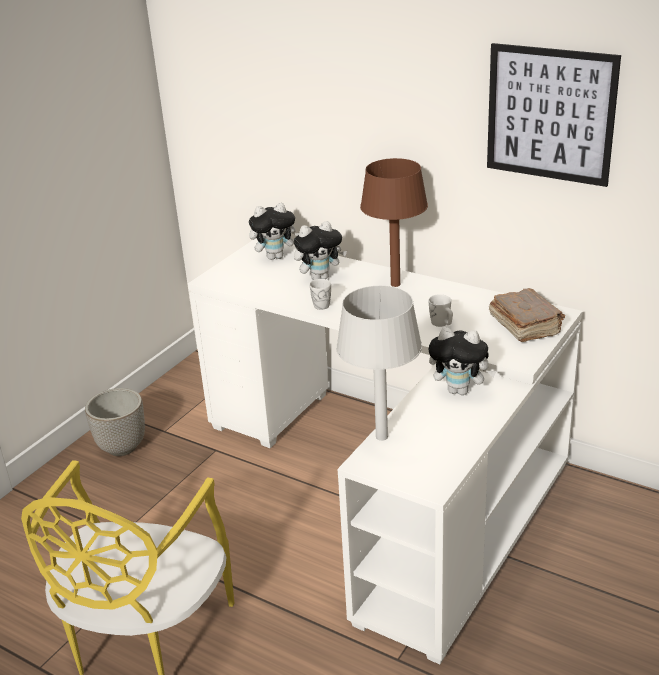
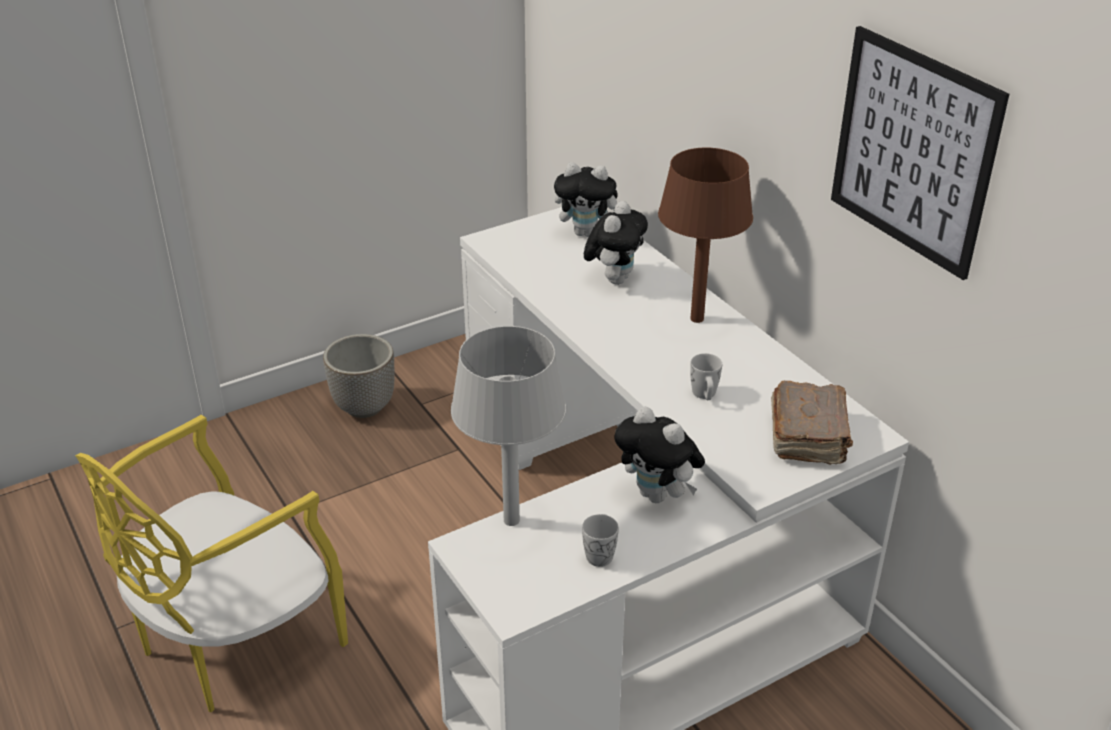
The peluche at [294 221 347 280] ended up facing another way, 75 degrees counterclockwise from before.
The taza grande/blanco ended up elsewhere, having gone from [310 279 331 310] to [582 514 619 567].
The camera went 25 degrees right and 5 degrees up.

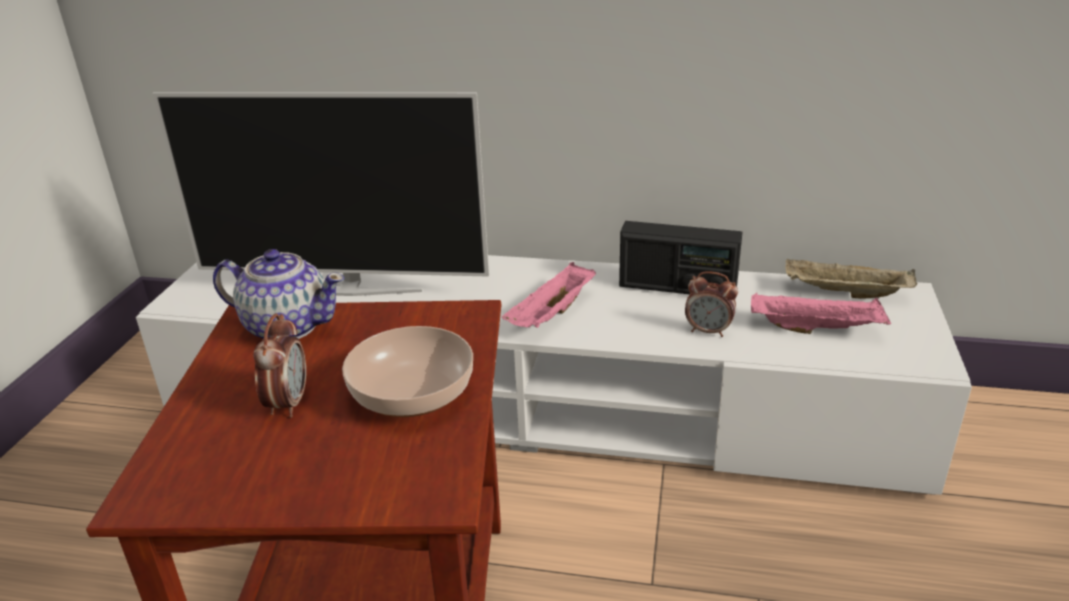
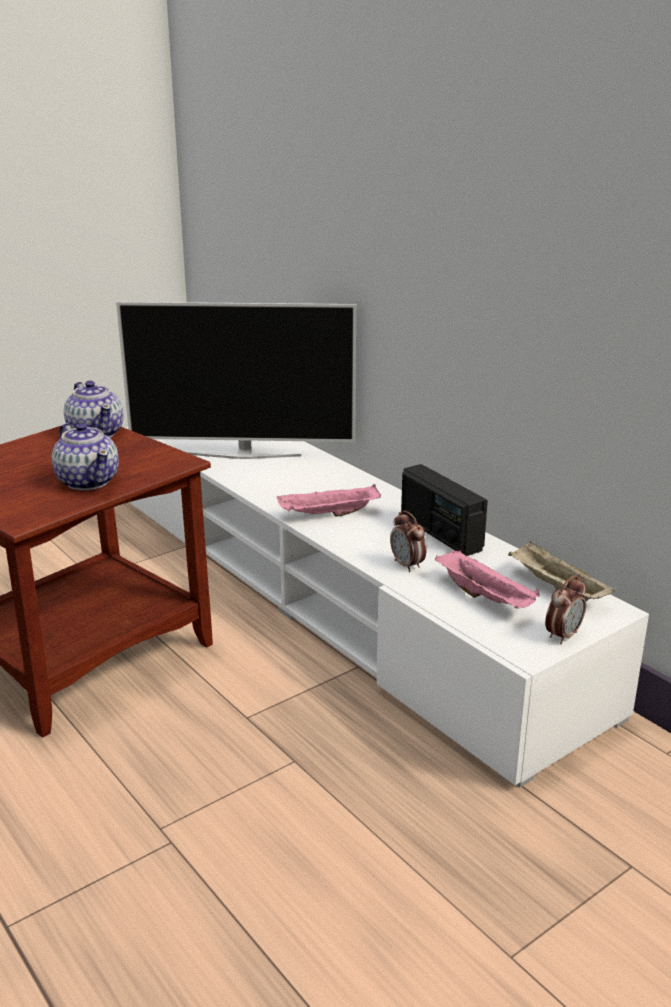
The televisor at [152 92 489 296] ended up facing another way, 45 degrees counterclockwise from before.
The despertador ended up elsewhere, having gone from [253 314 306 418] to [545 575 586 644].
Where the cuenco stood at [342 326 473 417], the tetera came to stand at [52 423 119 490].
The camera went 40 degrees right and 5 degrees down.

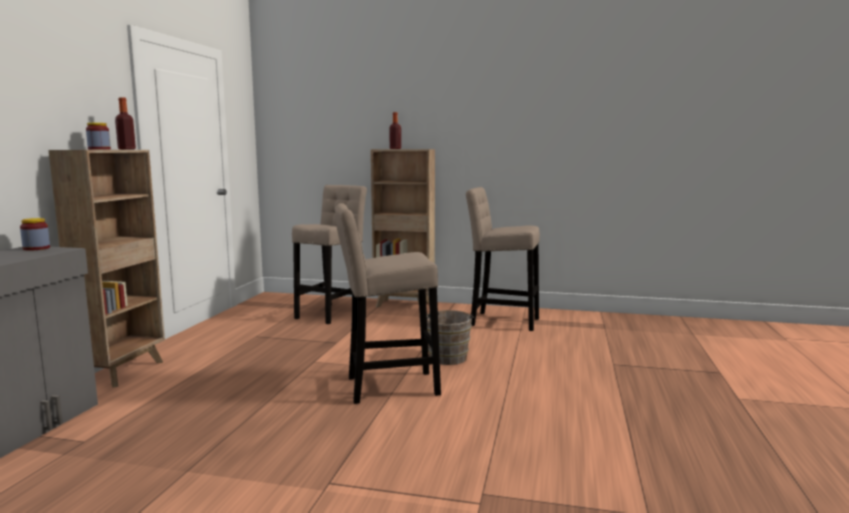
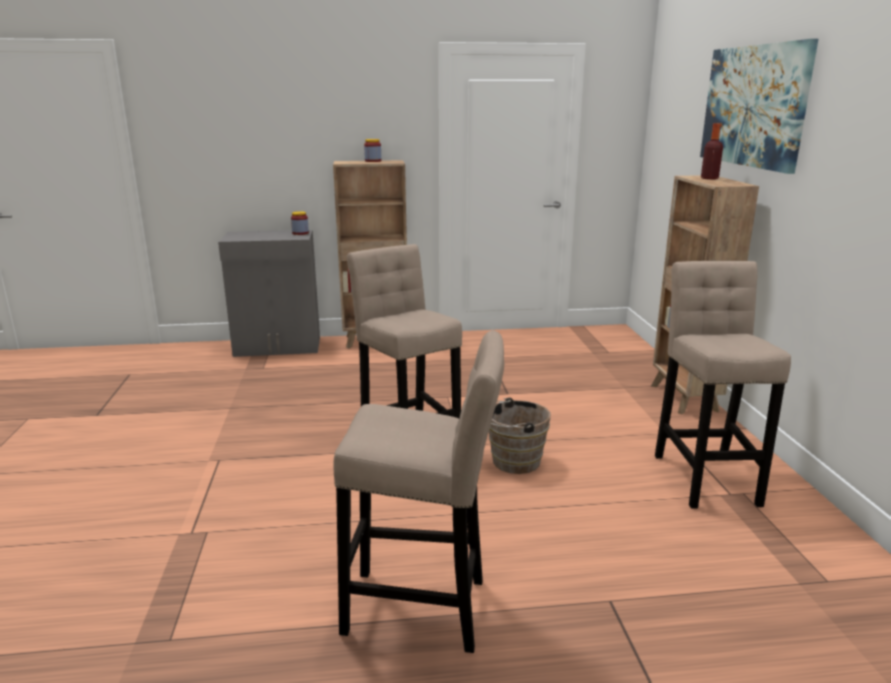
The second view lost the botella at [115 97 136 149].
The taburete/beis ended up elsewhere, having gone from [292 185 367 324] to [333 330 504 653].
The second view gained the cuadro at [700 39 818 174].
The camera went 70 degrees right and 10 degrees up.

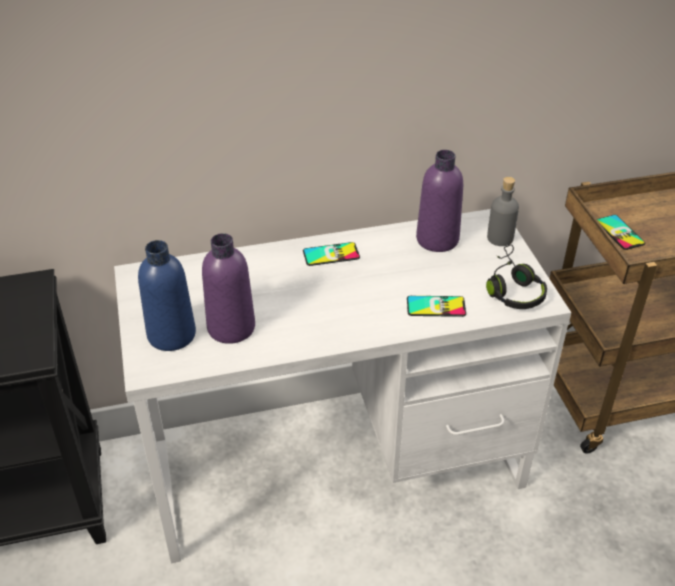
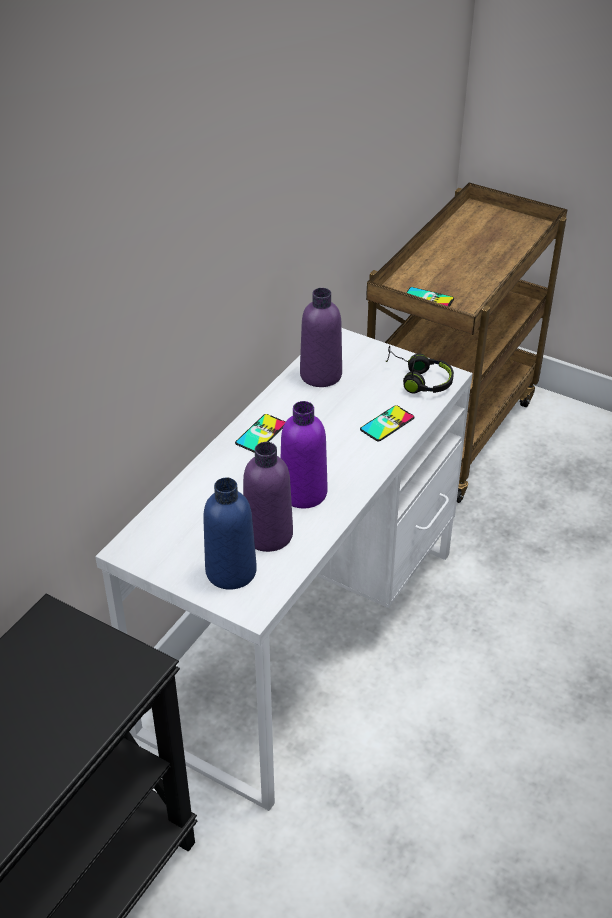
The second view lost the botella/gris at [487 177 519 246].
The second view gained the botella/morado at [281 401 328 508].
The camera went 45 degrees left and 0 degrees up.

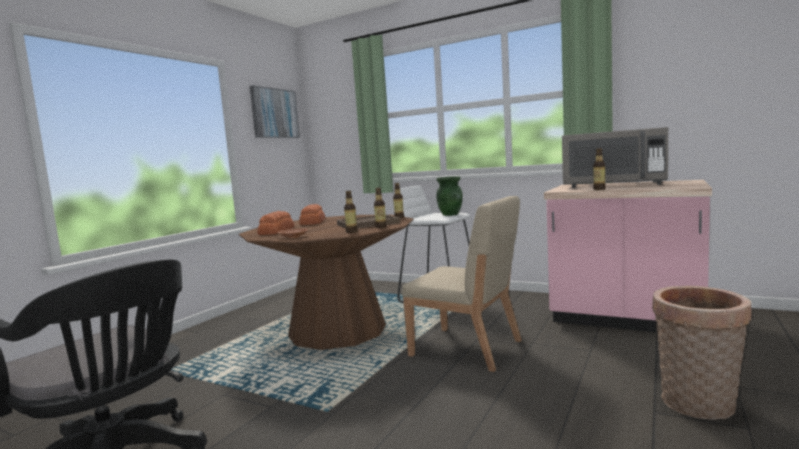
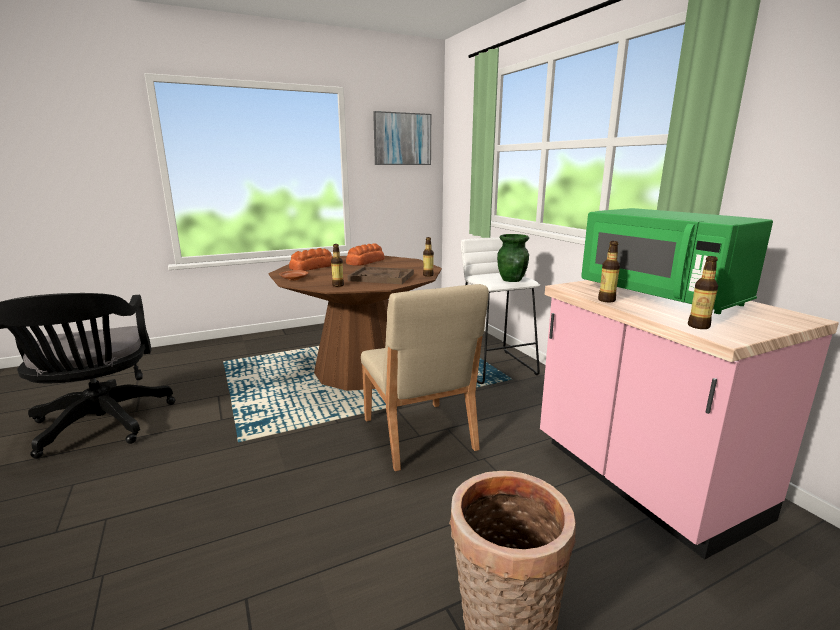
The botella ended up elsewhere, having gone from [374 187 387 228] to [688 256 718 329].
What was the microondas/gris at [562 127 668 188] turned into the microondas/verde at [581 208 773 314].
The camera went 35 degrees right and 10 degrees up.

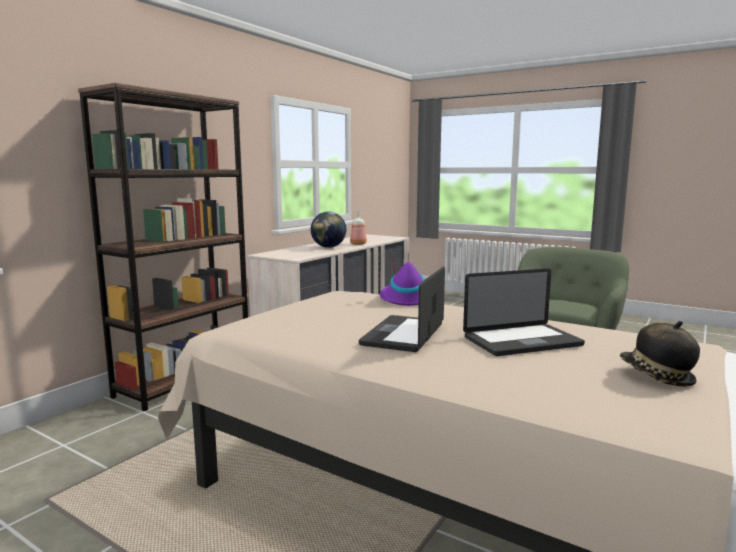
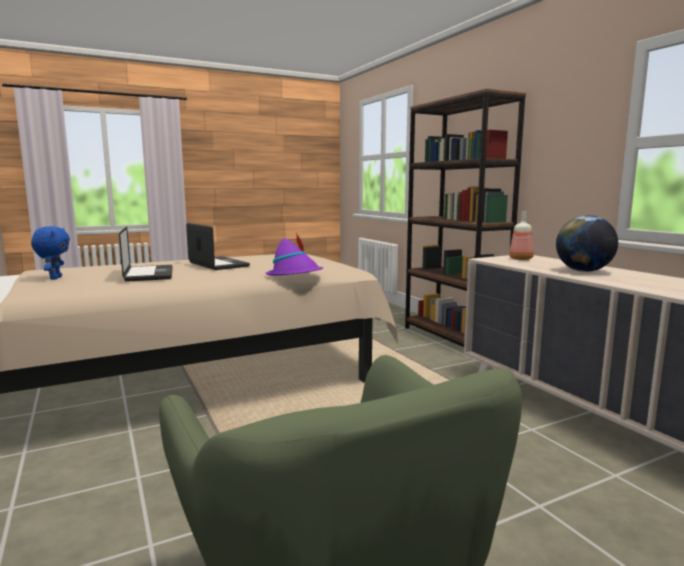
The botella ended up elsewhere, having gone from [350 210 367 245] to [509 211 534 260].
The portátil at [463 269 585 356] ended up facing another way, 150 degrees clockwise from before.
Where the sombrero stood at [620 321 700 387], the peluche/azul came to stand at [31 226 70 280].
The camera went 120 degrees right and 0 degrees up.

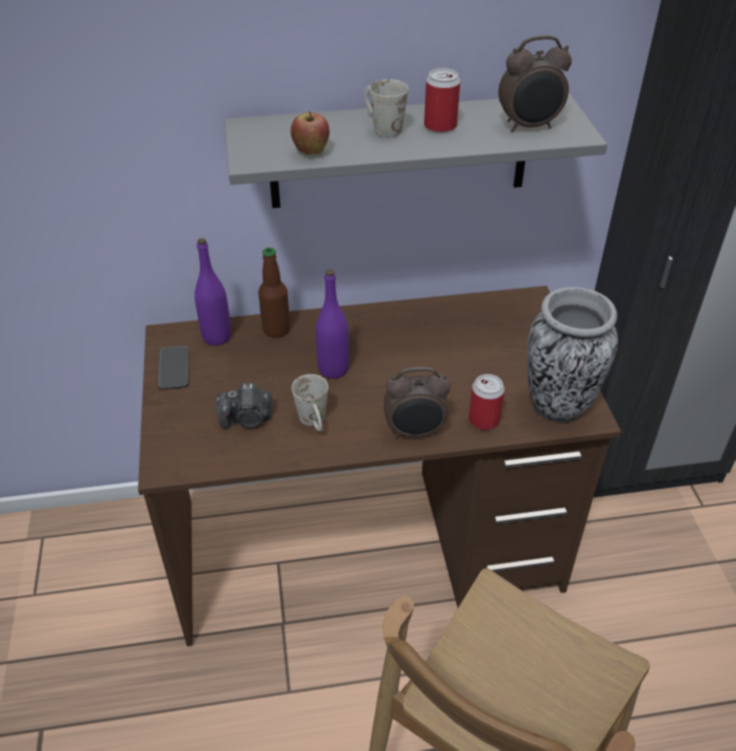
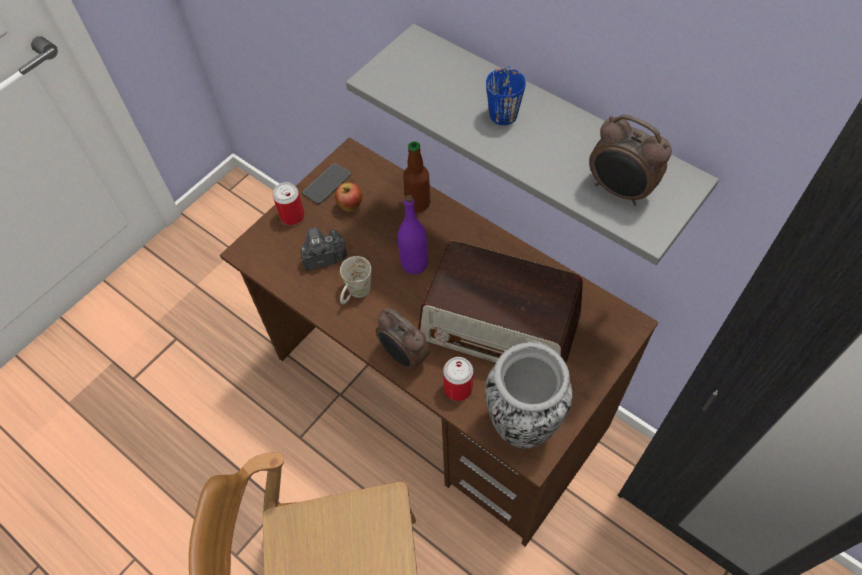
The second view lost the botella/morado at [195 238 231 346].
The cámara at [216 383 273 429] ended up facing another way, 120 degrees clockwise from before.
The manzana ended up elsewhere, having gone from [291 111 329 155] to [335 182 363 212].
What was the taza grande/blanco at [364 79 409 137] turned into the taza grande/azul at [486 66 526 125].
The lata ended up elsewhere, having gone from [424 68 460 133] to [273 182 305 225].
The second view gained the radio at [418 241 583 363].
The camera went 50 degrees right and 15 degrees up.

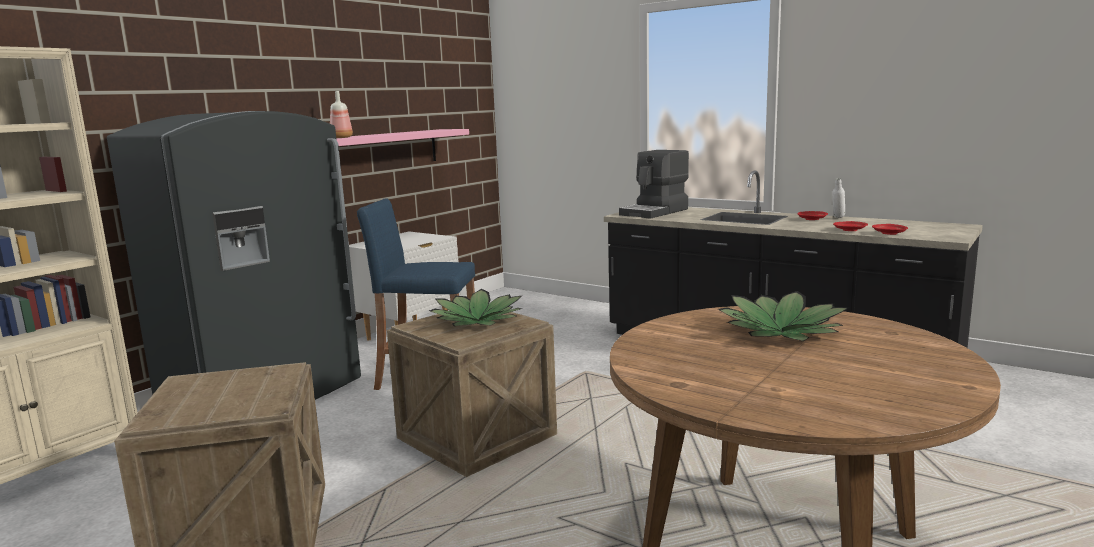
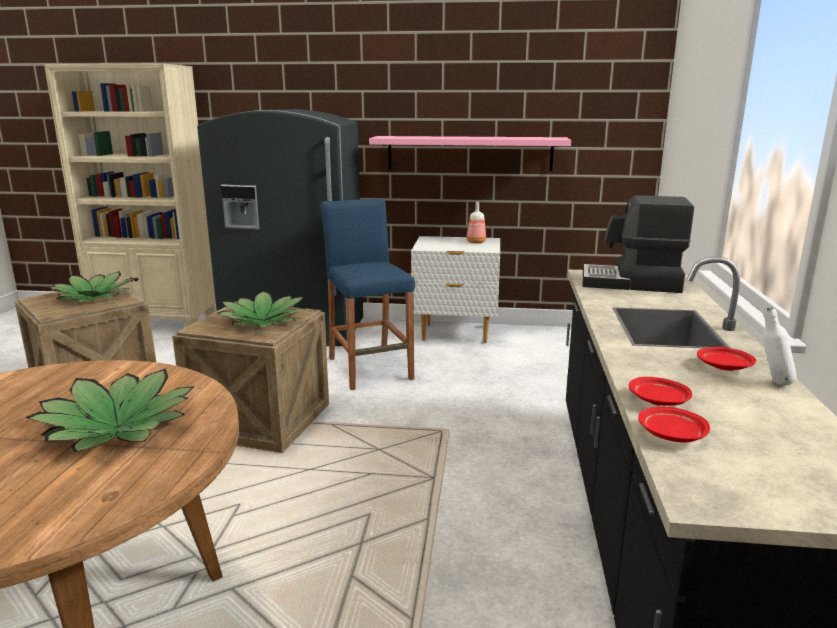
The botella ended up elsewhere, having gone from [330 91 353 138] to [466 202 486 243].
The second view gained the planta en maceta at [48 271 135 302].
The camera went 60 degrees right and 5 degrees up.

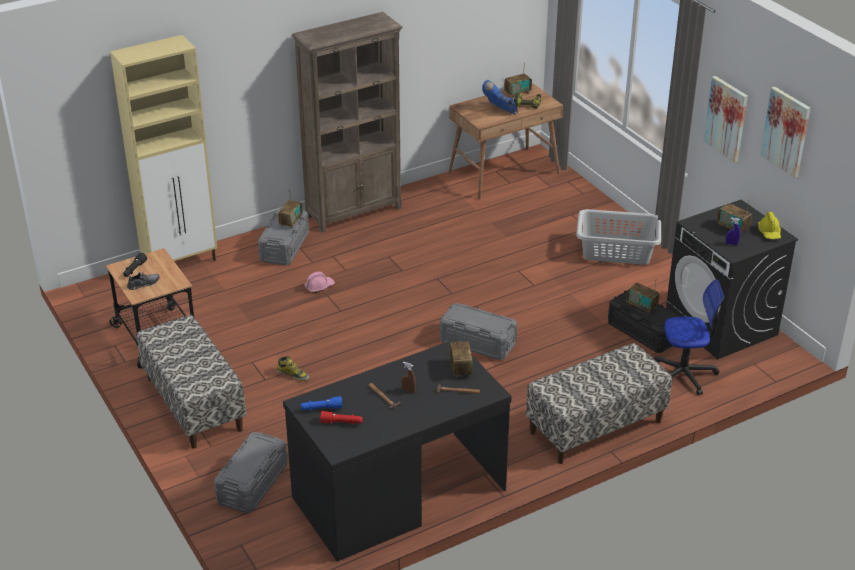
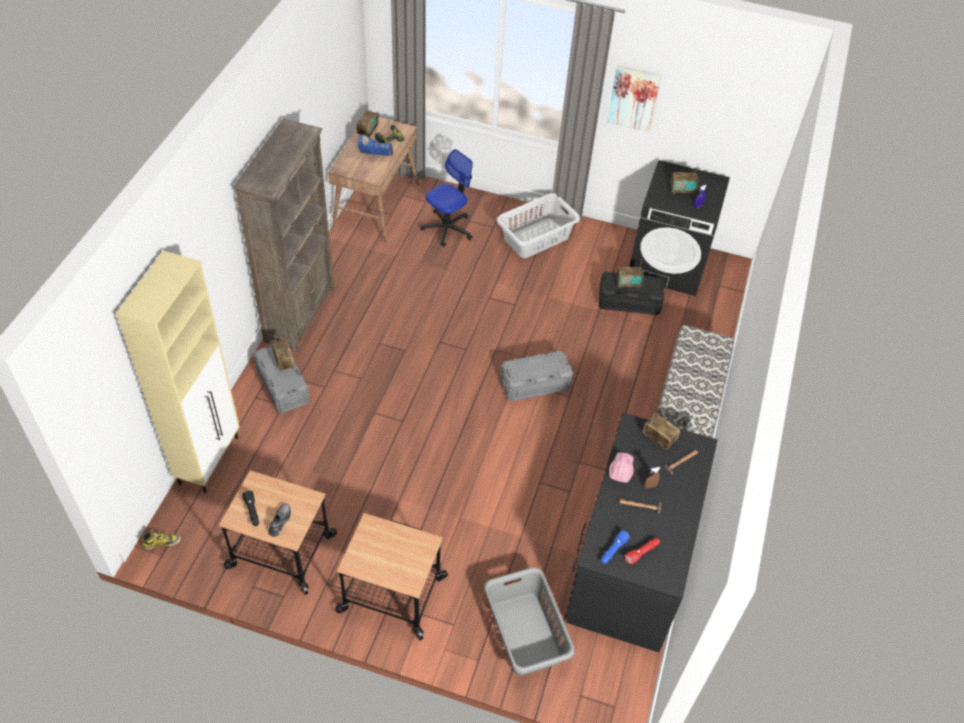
Where the banco stood at [137 315 246 448], the carrito came to stand at [335 513 448 640].
Where the caja de almacenaje/gris stood at [214 432 287 513], the cesto de la ropa/gris came to stand at [484 567 575 676].
The bota ended up elsewhere, having gone from [277 356 309 381] to [142 530 181 549].
The casco/rosa ended up elsewhere, having gone from [305 272 335 293] to [609 452 634 483].
The silla de oficina ended up elsewhere, having gone from [654 279 724 395] to [420 149 473 247].
The second view lost the casco/amarillo at [758 212 781 239].
The second view lost the cuadro at [760 87 810 178].
The camera went 45 degrees left and 15 degrees up.

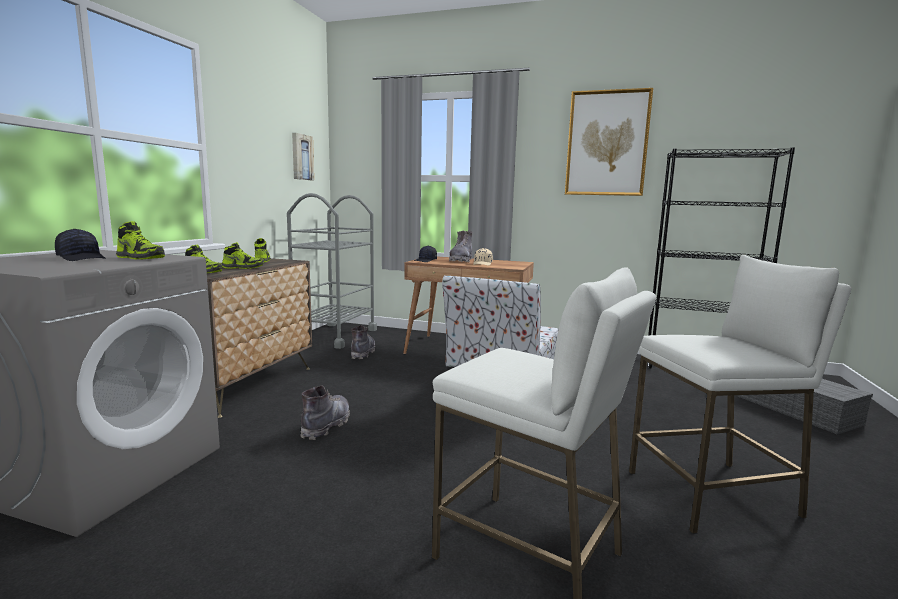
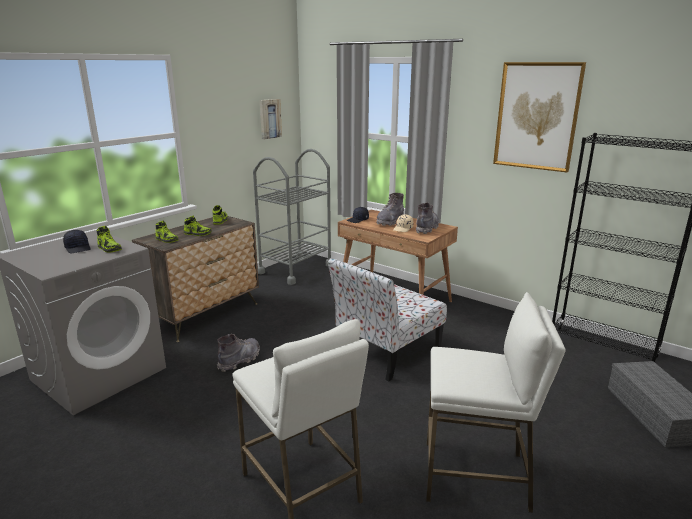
The bota/gris ended up elsewhere, having gone from [351 325 375 359] to [416 202 439 234].
The camera went 20 degrees right and 10 degrees up.

